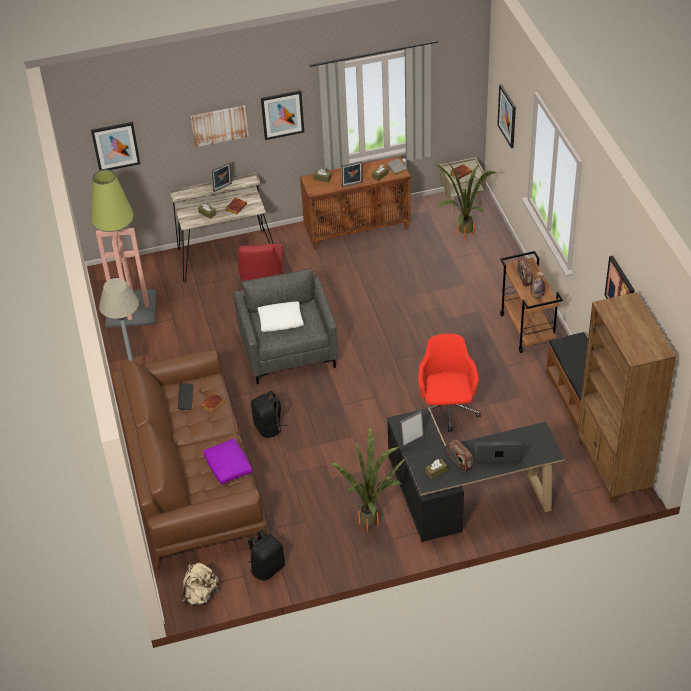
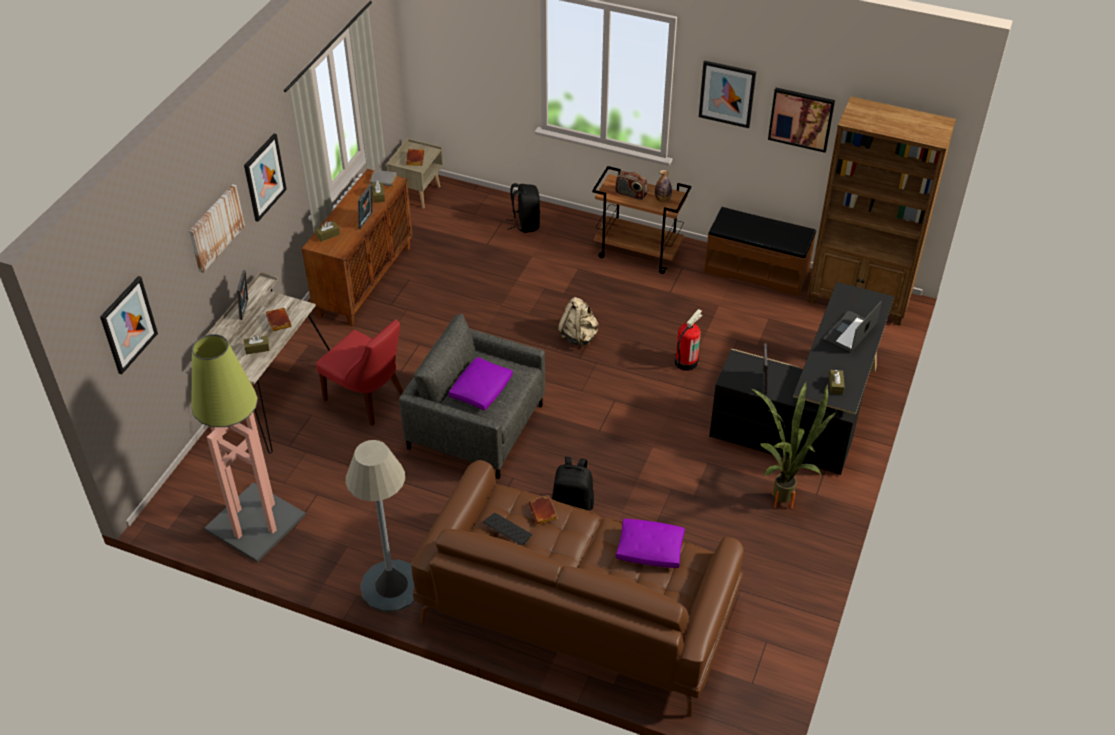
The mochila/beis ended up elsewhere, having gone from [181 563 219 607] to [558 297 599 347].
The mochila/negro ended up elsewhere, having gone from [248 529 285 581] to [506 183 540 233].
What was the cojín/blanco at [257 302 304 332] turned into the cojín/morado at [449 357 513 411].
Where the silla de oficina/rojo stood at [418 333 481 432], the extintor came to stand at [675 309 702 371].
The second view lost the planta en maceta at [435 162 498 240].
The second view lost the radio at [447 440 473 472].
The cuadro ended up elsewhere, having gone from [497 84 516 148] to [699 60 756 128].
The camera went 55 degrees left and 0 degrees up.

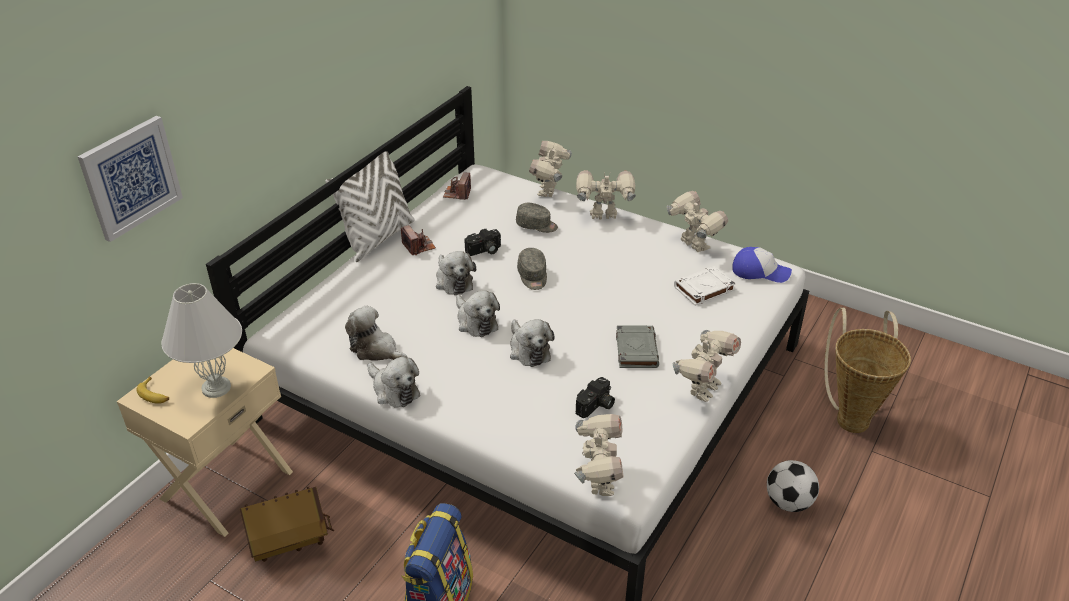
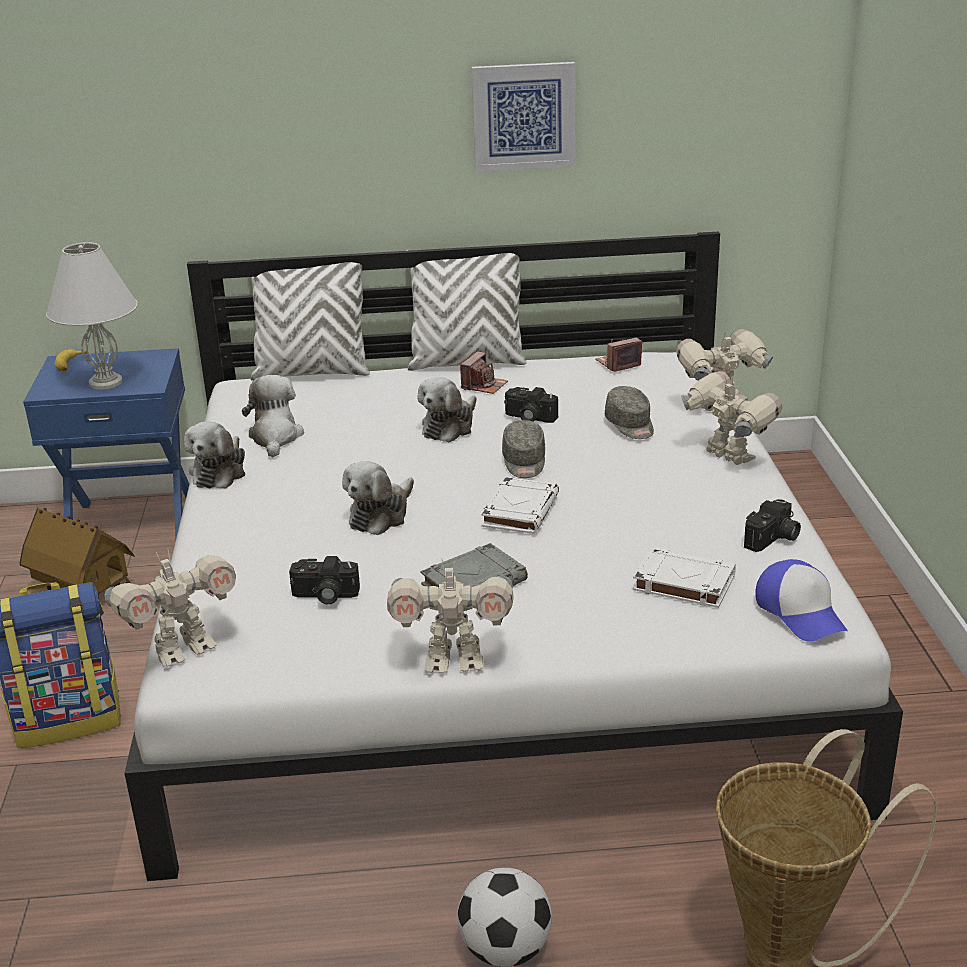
The cuadro ended up elsewhere, having gone from [78 116 183 242] to [472 62 575 171].
What was the mesita de noche/beis at [117 348 293 537] turned into the mesita de noche/azul at [23 348 189 538].
The second view lost the peluche at [456 291 500 337].
The gorra/gris at [517 248 547 290] ended up facing another way, 45 degrees counterclockwise from before.
Where the robot de juguete stood at [667 191 728 252], the cámara came to stand at [744 499 801 552].
The second view gained the cojín/blanco at [248 259 370 381].
The second view gained the libro/blanco at [481 477 559 534].
The camera went 55 degrees right and 10 degrees down.

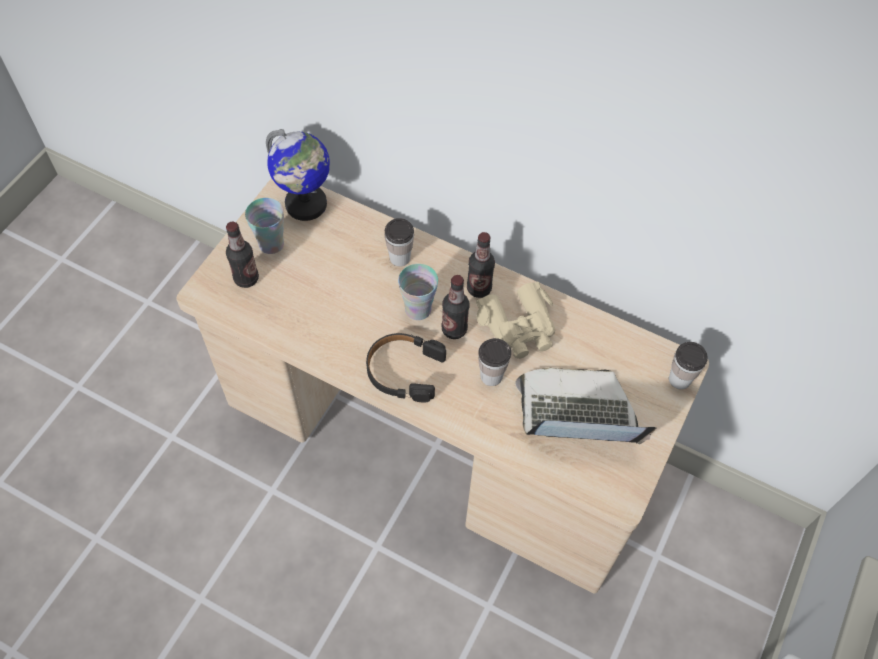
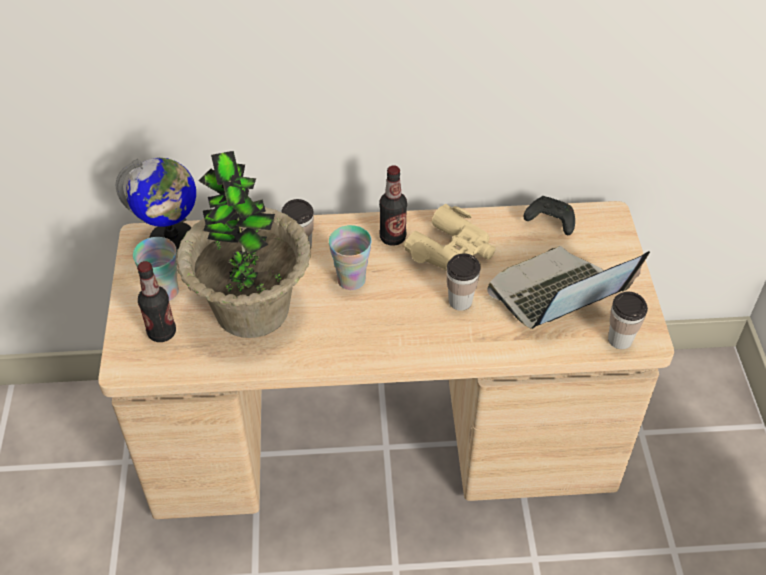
The second view lost the auriculares/negro at [366 333 446 403].
The second view lost the botella at [441 275 470 339].
The taza ended up elsewhere, having gone from [669 342 708 390] to [608 292 648 349].
The second view gained the planta en maceta at [176 151 311 338].
The second view gained the mando de consola/negro at [524 196 575 235].
The camera went 30 degrees left and 10 degrees down.

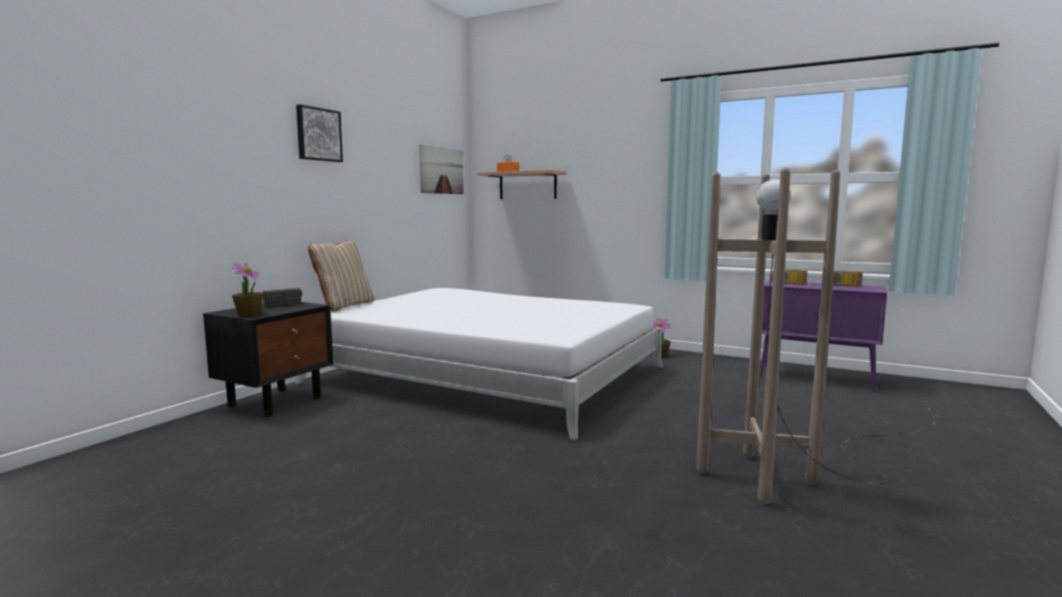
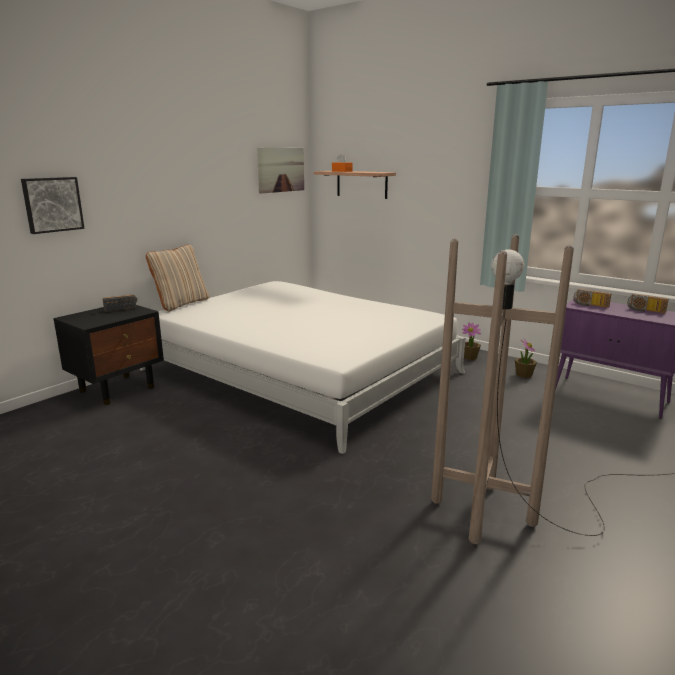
The planta en maceta ended up elsewhere, having gone from [232 263 264 317] to [515 338 537 378].
The cuadro ended up elsewhere, having gone from [296 104 343 162] to [21 177 85 234].
The camera went 10 degrees right and 10 degrees up.

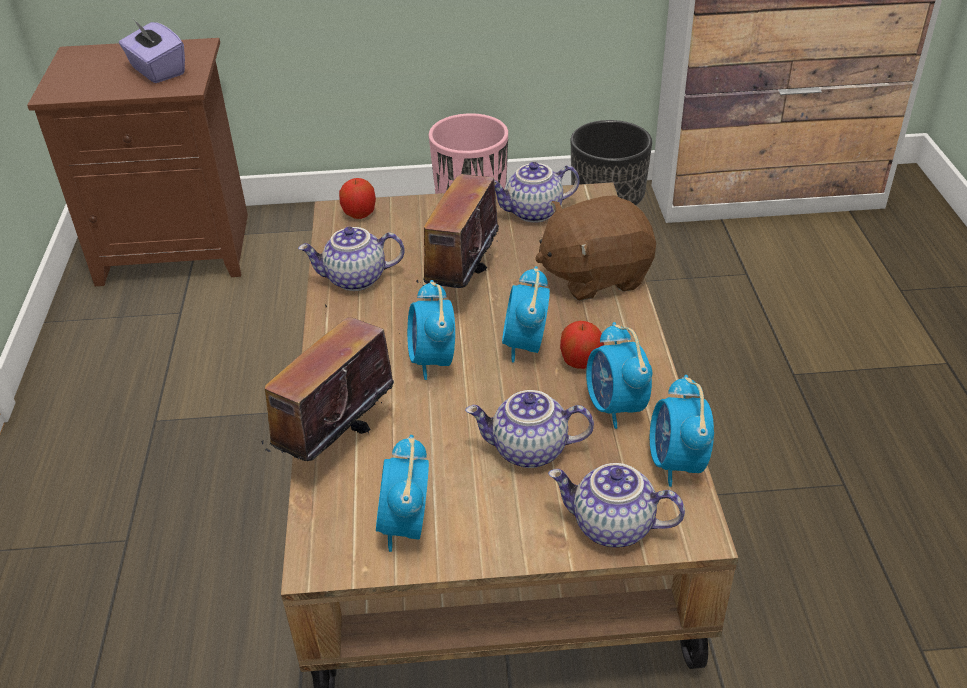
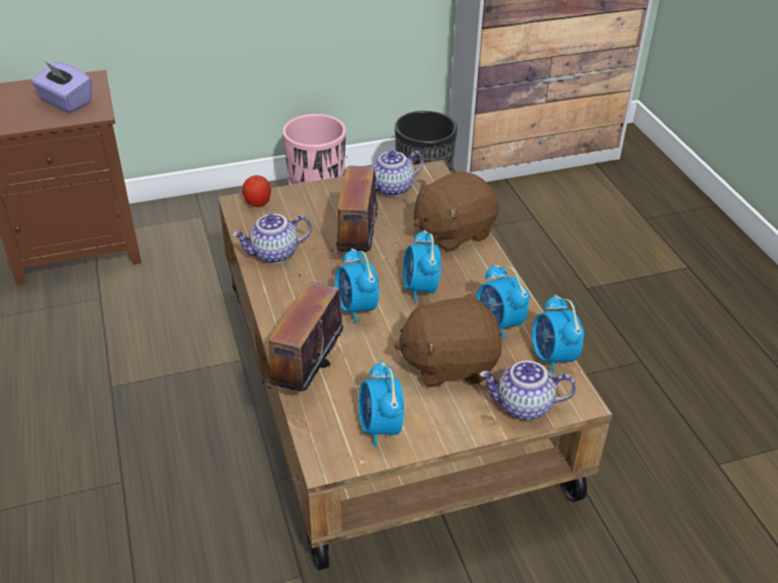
Where the tetera stood at [465 390 594 468], the peluche/marrón came to stand at [394 295 502 387].
The second view lost the manzana at [560 321 604 369].
The camera went 15 degrees left and 0 degrees up.

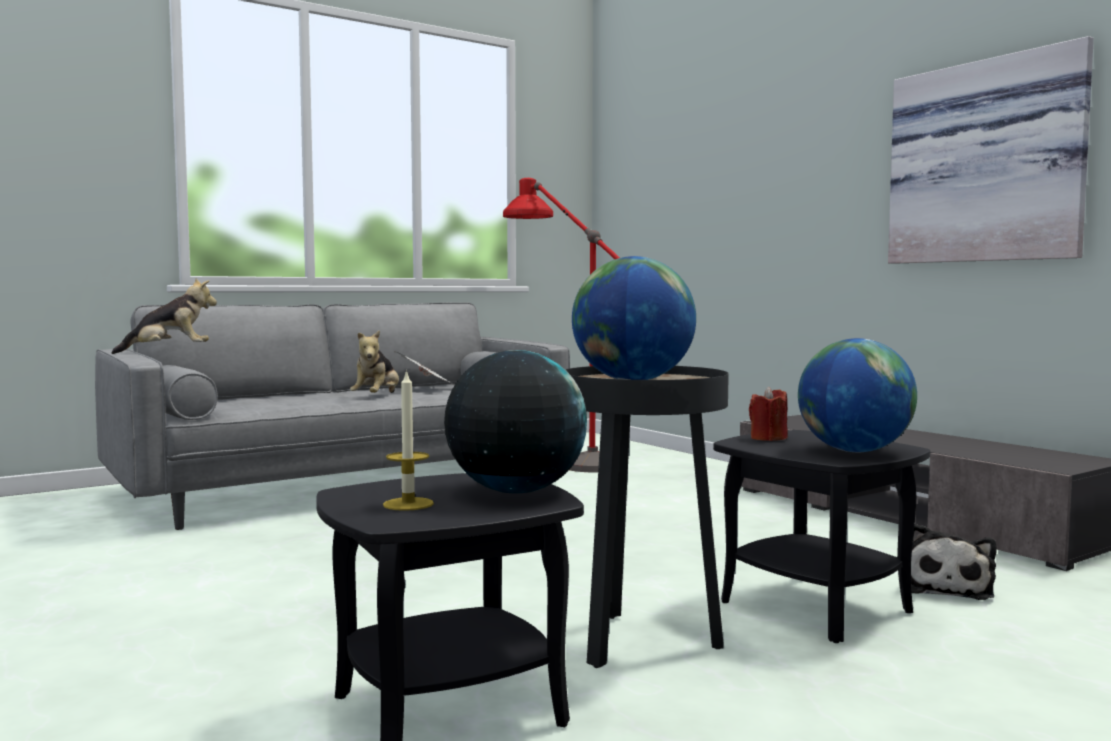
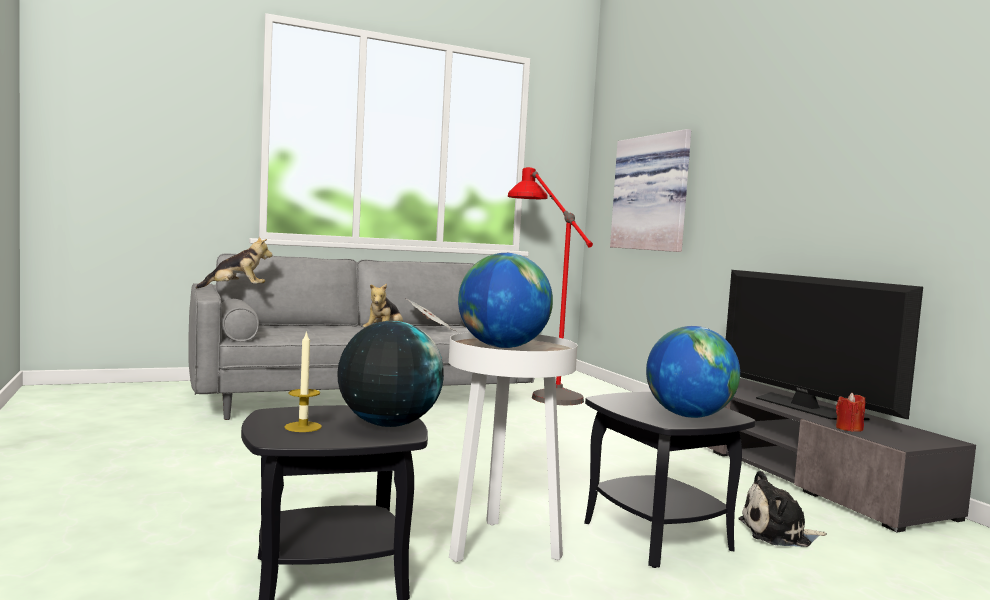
What was the mesa auxiliar/negro at [565 366 729 668] turned into the mesa auxiliar/blanco at [449 332 577 562].
The vela/rojo ended up elsewhere, having gone from [749 387 788 441] to [836 393 865 432].
The cuadro ended up elsewhere, having gone from [888 36 1094 264] to [610 129 691 252].
The peluche at [911 523 997 600] ended up facing another way, 60 degrees clockwise from before.
The second view gained the televisor at [726 270 923 420].
The camera went 10 degrees right and 0 degrees up.

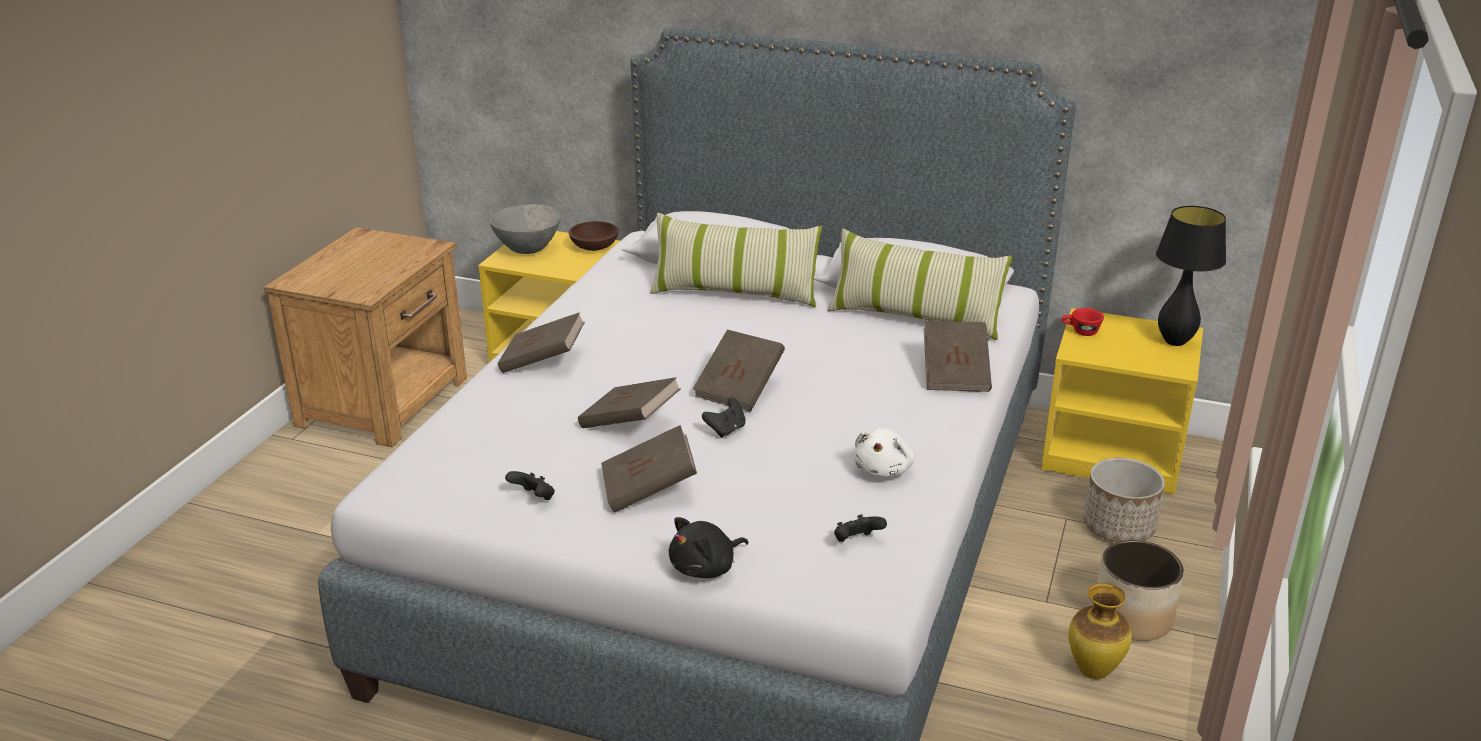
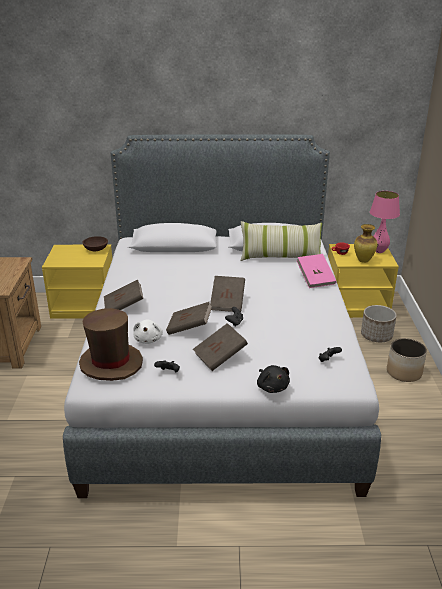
The second view lost the cuenco/gris at [490 204 561 254].
The second view lost the cojín at [650 213 822 307].
The peluche/negro at [669 517 748 578] ended up facing another way, 60 degrees counterclockwise from before.
The peluche/blanco ended up elsewhere, having gone from [854 428 915 478] to [133 319 163 344].
What was the libro/marrón at [924 320 992 392] turned into the libro/rosa at [297 254 336 288].
The florero ended up elsewhere, having gone from [1069 583 1132 679] to [354 224 378 263].
What was the lámpara de mesa/negro at [1156 206 1226 346] turned into the lámpara de mesa/rosa at [370 191 400 253].
The second view gained the sombrero/marrón at [79 308 143 381].
The camera went 20 degrees left and 0 degrees up.

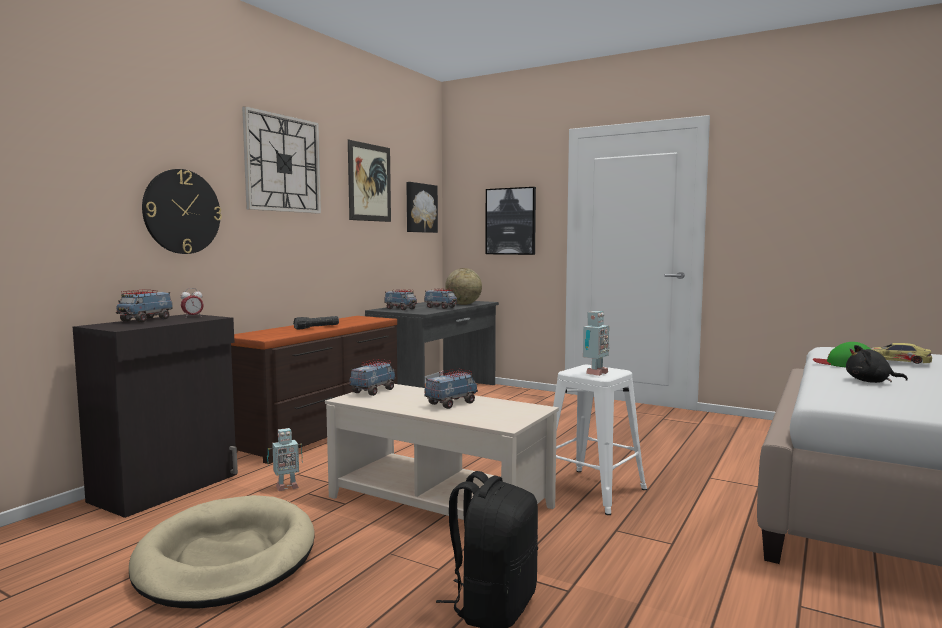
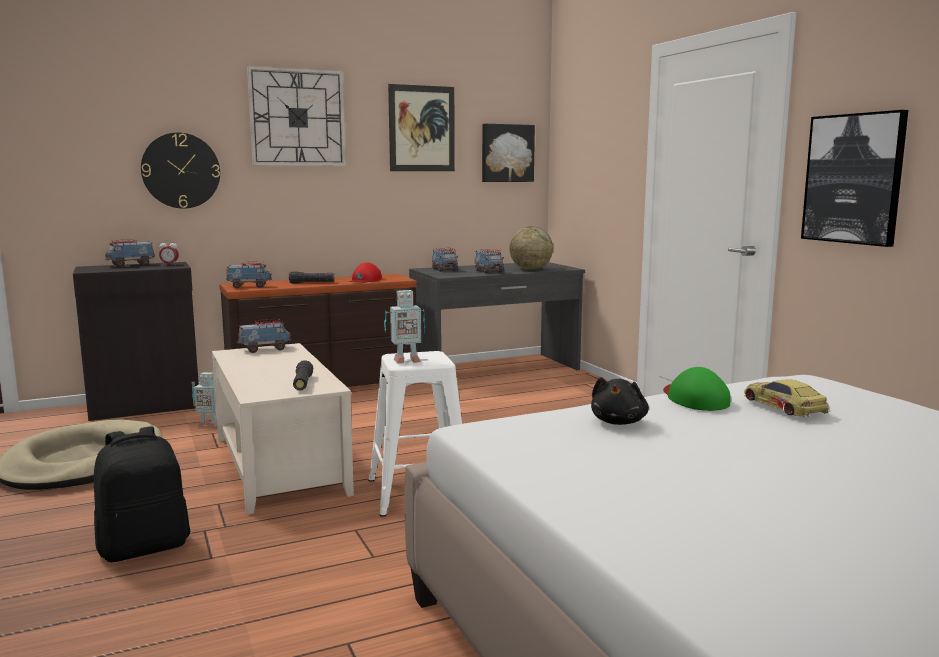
The camión de juguete ended up elsewhere, having gone from [424 368 478 409] to [226 262 272 288].
The cuadro ended up elsewhere, having gone from [486 187 536 255] to [801 110 908 247].
The peluche/negro at [846 345 908 383] ended up facing another way, 120 degrees counterclockwise from before.
The second view gained the linterna/negro at [293 360 313 391].
The second view gained the gorra/rojo at [350 262 382 283].
The camera went 35 degrees right and 5 degrees up.

